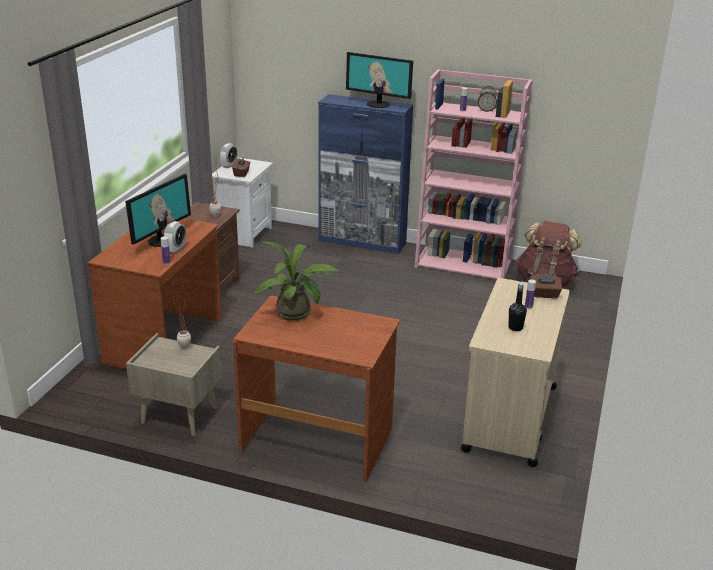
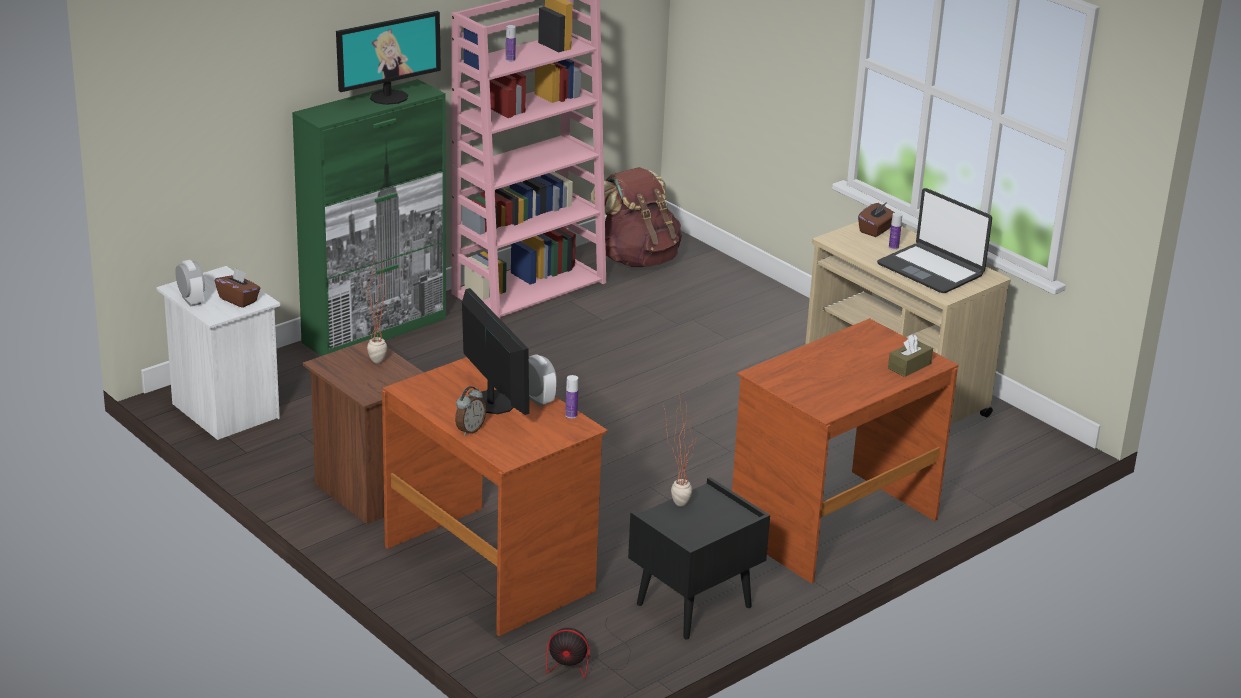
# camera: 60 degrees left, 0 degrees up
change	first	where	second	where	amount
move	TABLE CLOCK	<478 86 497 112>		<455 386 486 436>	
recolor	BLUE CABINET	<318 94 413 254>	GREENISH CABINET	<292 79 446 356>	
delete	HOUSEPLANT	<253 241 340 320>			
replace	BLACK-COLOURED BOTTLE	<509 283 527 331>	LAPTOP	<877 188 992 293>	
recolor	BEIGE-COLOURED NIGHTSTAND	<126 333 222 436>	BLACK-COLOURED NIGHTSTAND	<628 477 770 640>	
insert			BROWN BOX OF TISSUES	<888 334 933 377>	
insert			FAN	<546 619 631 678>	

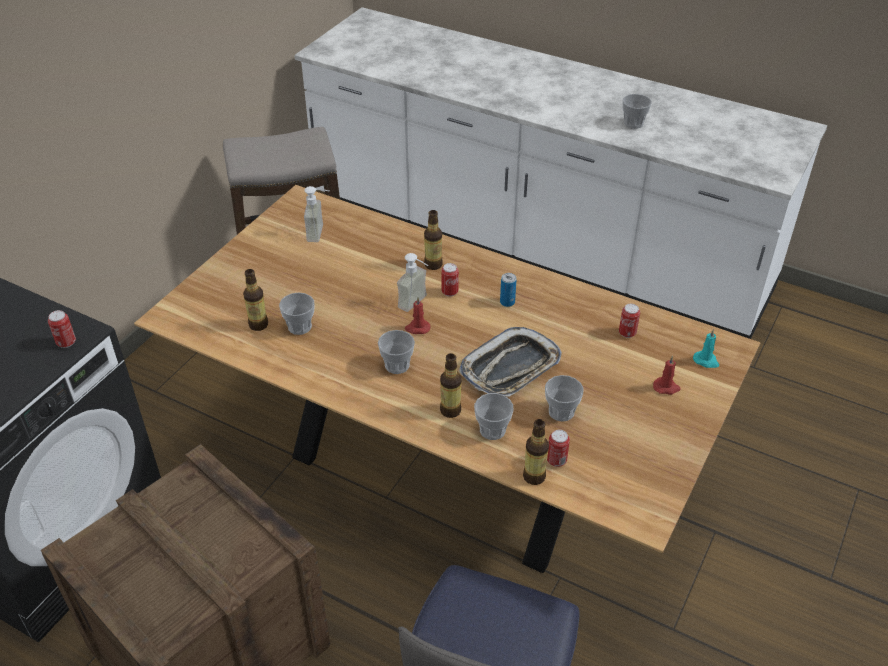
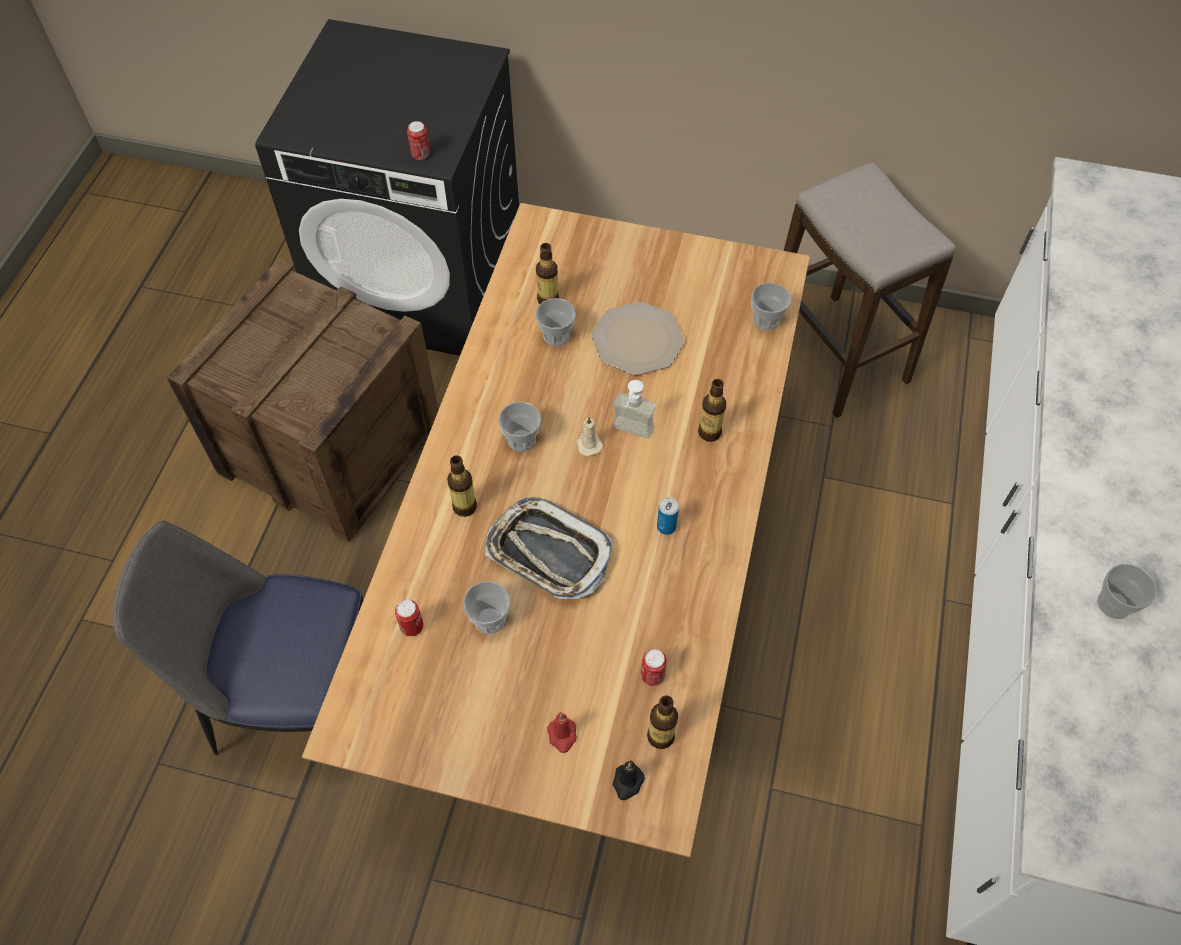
# camera: 75 degrees right, 15 degrees up
change	first	where	second	where	amount
delete	SOAP DISPENSER	<304 186 330 242>			
delete	METAL CAN	<441 263 459 296>			
recolor	RED-COLOURED WAX LIGHT	<405 297 430 334>	BEIGE-COLOURED WAX LIGHT	<576 417 603 456>	
recolor	TURQUOISE WAX LIGHT	<693 329 719 368>	BLACK-COLOURED WAX LIGHT	<613 761 645 800>	
move	SMALL CUP	<474 393 513 440>		<751 282 791 331>	
move	BOTTLE	<523 419 549 485>		<647 695 678 749>	
insert			PLATE	<591 302 685 375>	

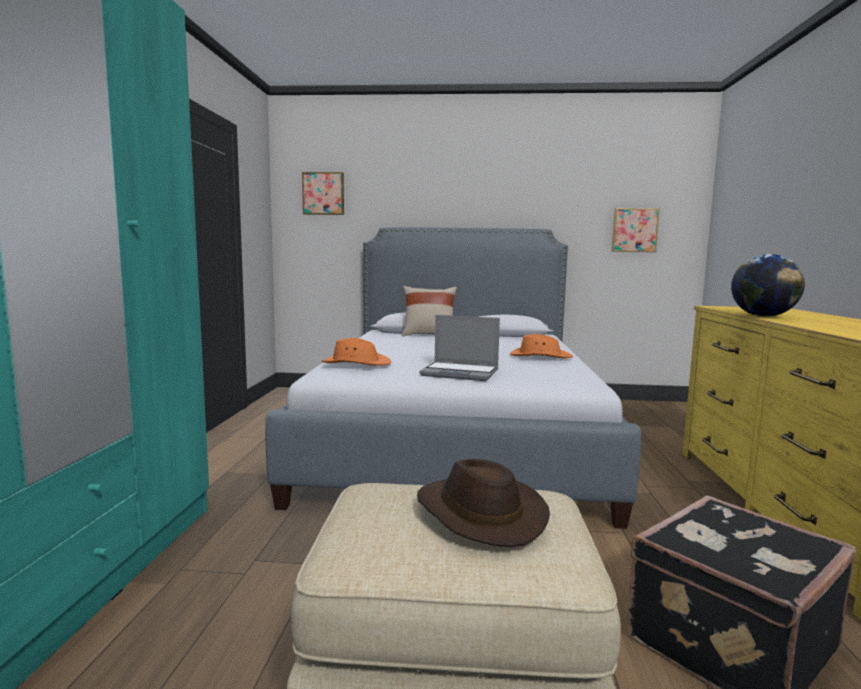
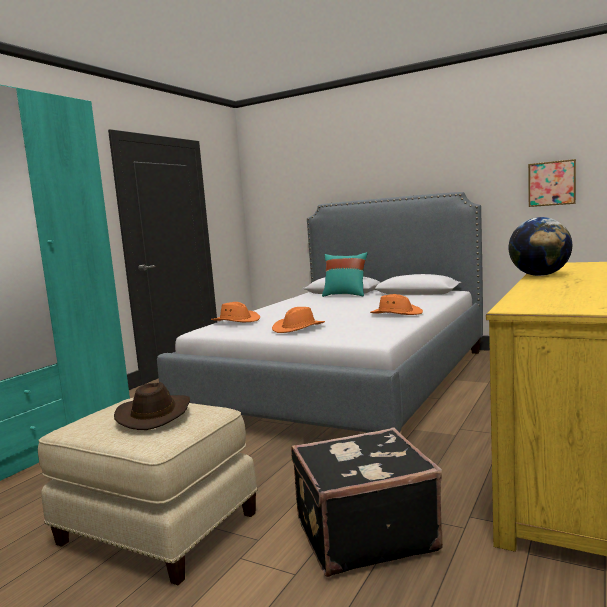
# camera: 25 degrees right, 0 degrees up
change	first	where	second	where	amount
delete	WALL ART	<302 172 344 215>			
recolor	BEIGE-COLOURED PILLOW	<402 286 457 336>	TURQUOISE PILLOW	<322 252 367 297>	
replace	LAPTOP	<419 315 500 381>	ORANGEY WEARABLE HAT	<272 307 325 333>	

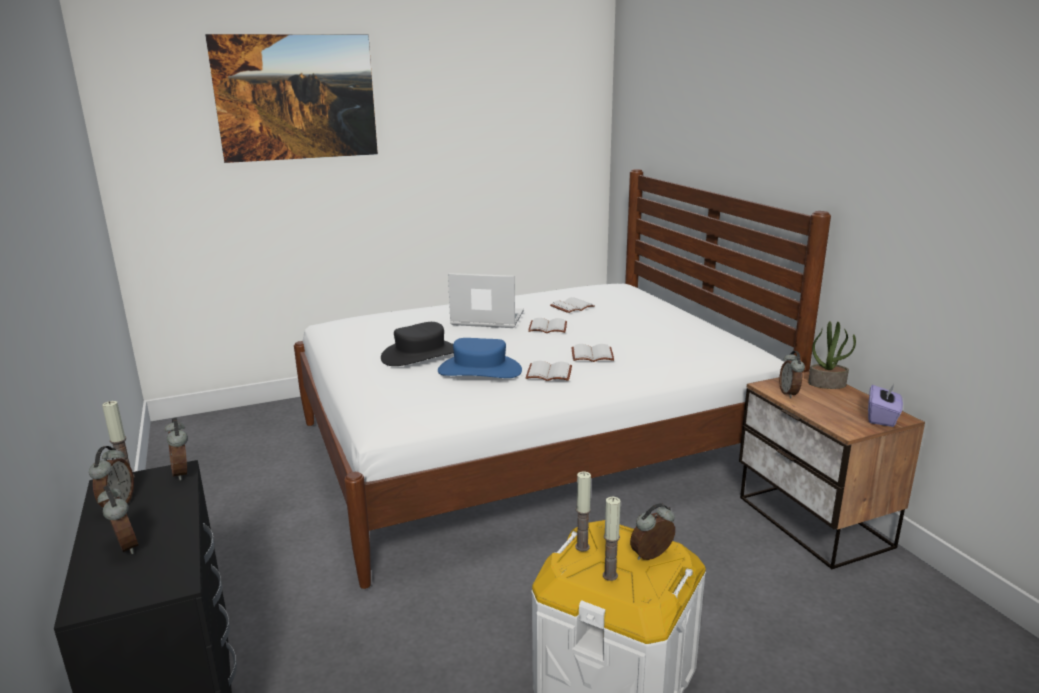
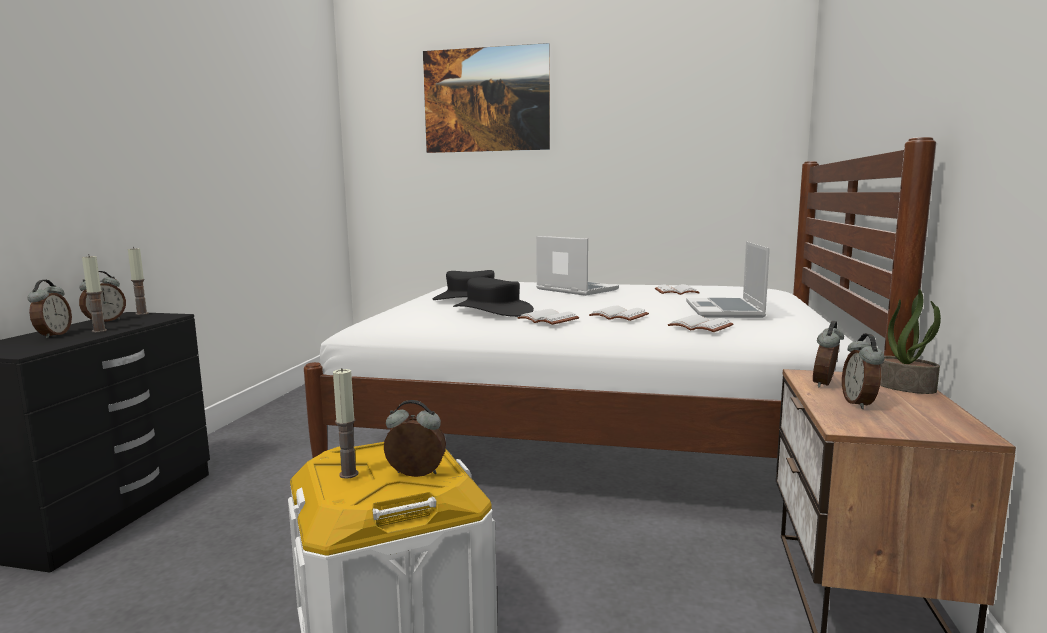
# camera: 35 degrees right, 10 degrees down
change	first	where	second	where	amount
move	WHITE-COLOURED BOUND BOOK	<528 318 567 333>		<668 315 733 332>	
recolor	BLUE WEARABLE HAT	<438 338 522 378>	BLACK-COLOURED WEARABLE HAT	<453 277 534 317>	
delete	PURPLE BOX OF TISSUES	<868 384 903 427>			
move	TABLE CLOCK	<165 418 188 480>		<842 333 885 409>	
move	WAX LIGHT	<575 471 591 552>		<82 254 107 332>	
insert			LAPTOP	<686 242 770 318>	

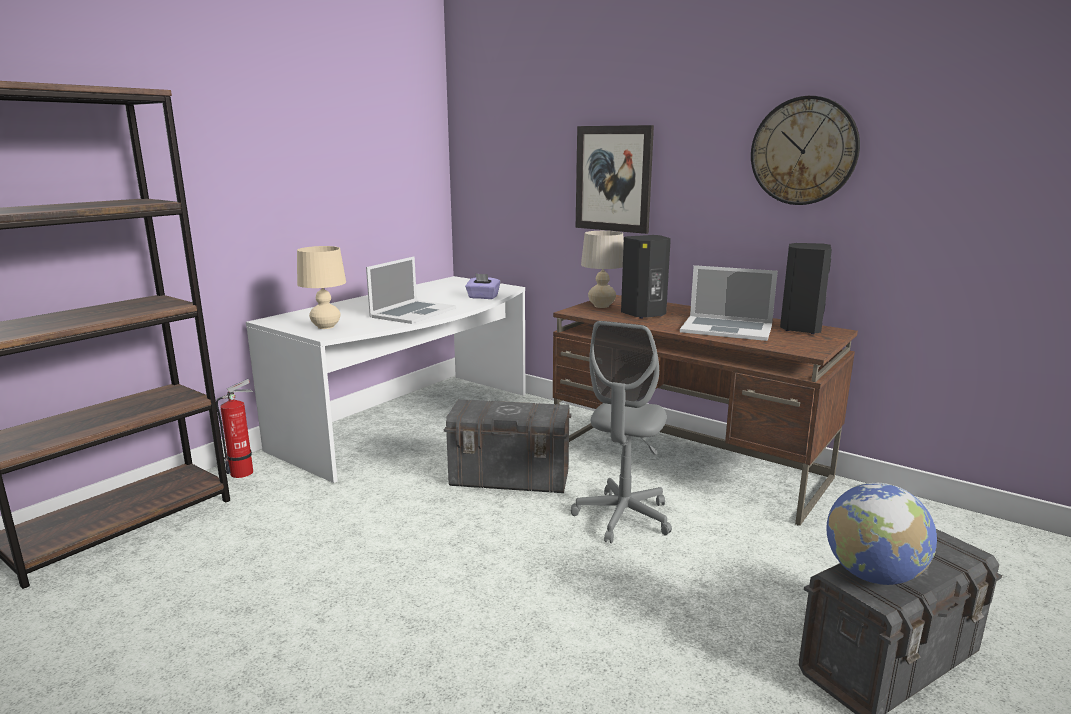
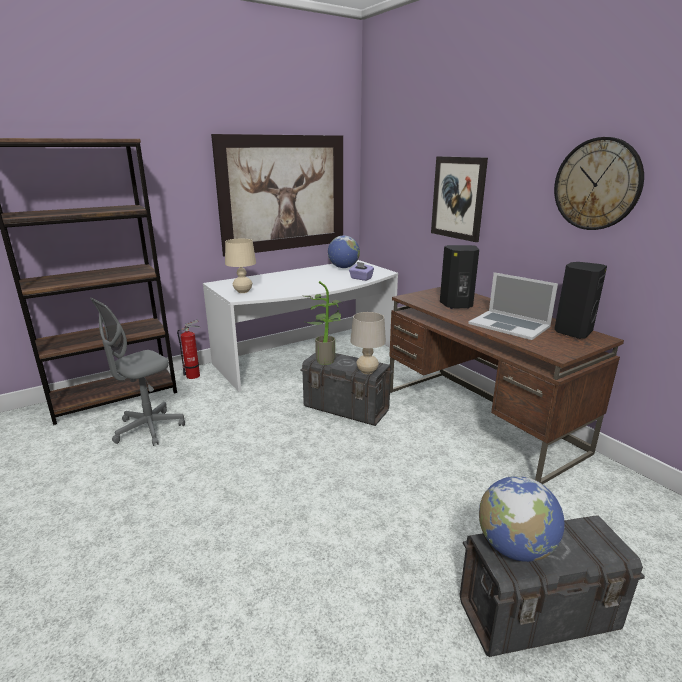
# camera: 20 degrees right, 5 degrees up
change	first	where	second	where	amount
move	BEIGE-COLOURED LAMP FOR A TABLE	<581 231 624 308>		<350 312 386 374>	
delete	LAPTOP	<366 256 456 324>			
move	GREY OFFICE CHAIR	<571 321 672 544>		<90 298 185 446>	
insert			WALL ART	<211 134 343 257>	
insert			DESK GLOBE	<328 235 360 268>	
insert			HOUSEPLANT	<301 281 342 365>	

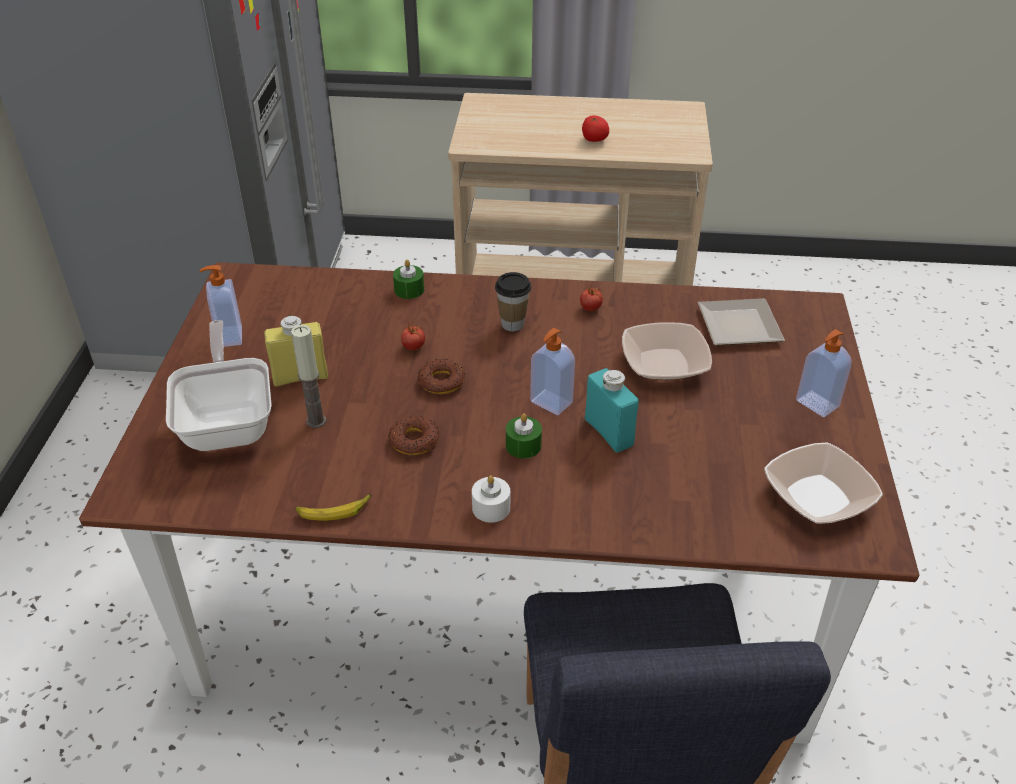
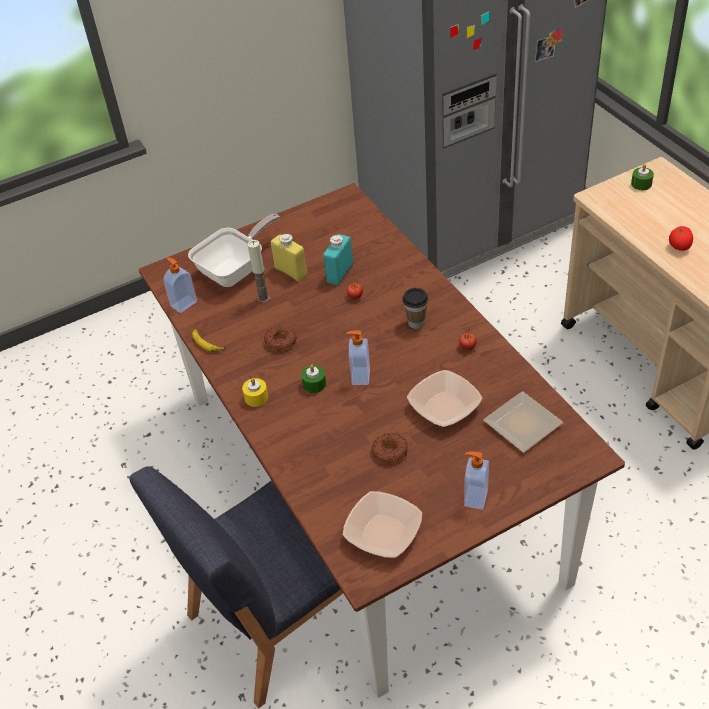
# camera: 60 degrees right, 5 degrees up
change	first	where	second	where	amount
move	GREENISH WAX LIGHT	<393 260 424 299>		<631 164 654 190>	
move	SOAP DISPENSER	<200 265 242 347>		<163 257 197 313>	
move	RING DOUGHNUT	<418 359 465 394>		<372 433 408 463>	
move	TURQUOISE BOTTLE	<585 368 639 453>		<323 234 353 285>	
recolor	WHITE-COLOURED WAX LIGHT	<472 475 510 523>	YELLOWISH WAX LIGHT	<242 378 268 407>	

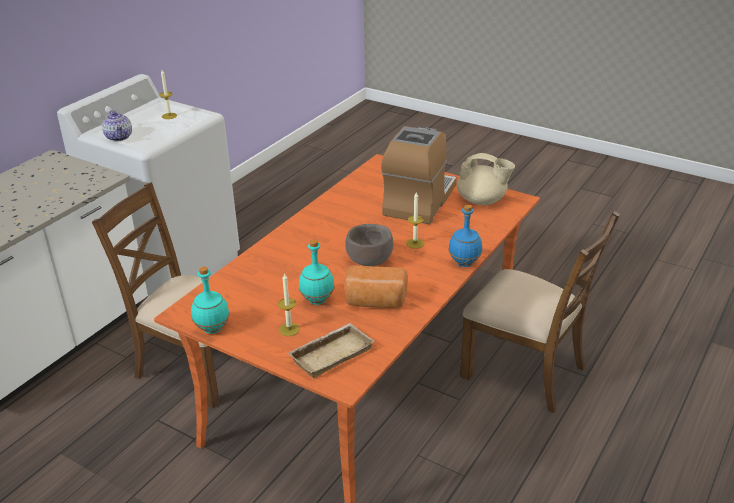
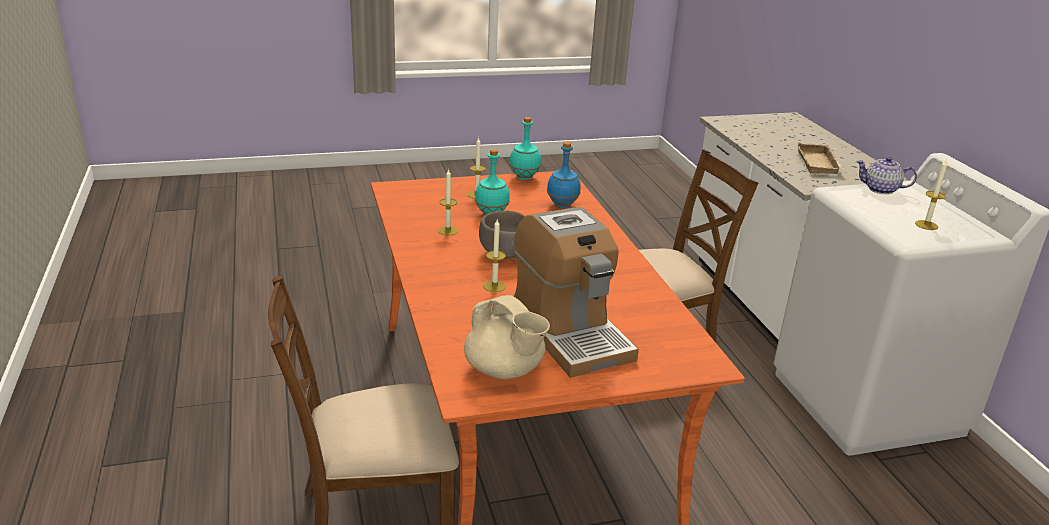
# camera: 130 degrees right, 5 degrees down
change	first	where	second	where	amount
rotate	BEIGE-COLOURED POT FOR TEA	<457 153 515 205>		<464 295 550 379>	105 degrees counterclockwise
move	BLUE BOTTLE	<448 205 482 267>		<547 142 581 208>	
replace	BAKED BREAD	<345 266 408 308>	WAX LIGHT	<438 169 458 236>	
move	BEIGE-COLOURED CARRYING TRAY	<288 323 375 378>		<797 142 844 174>	

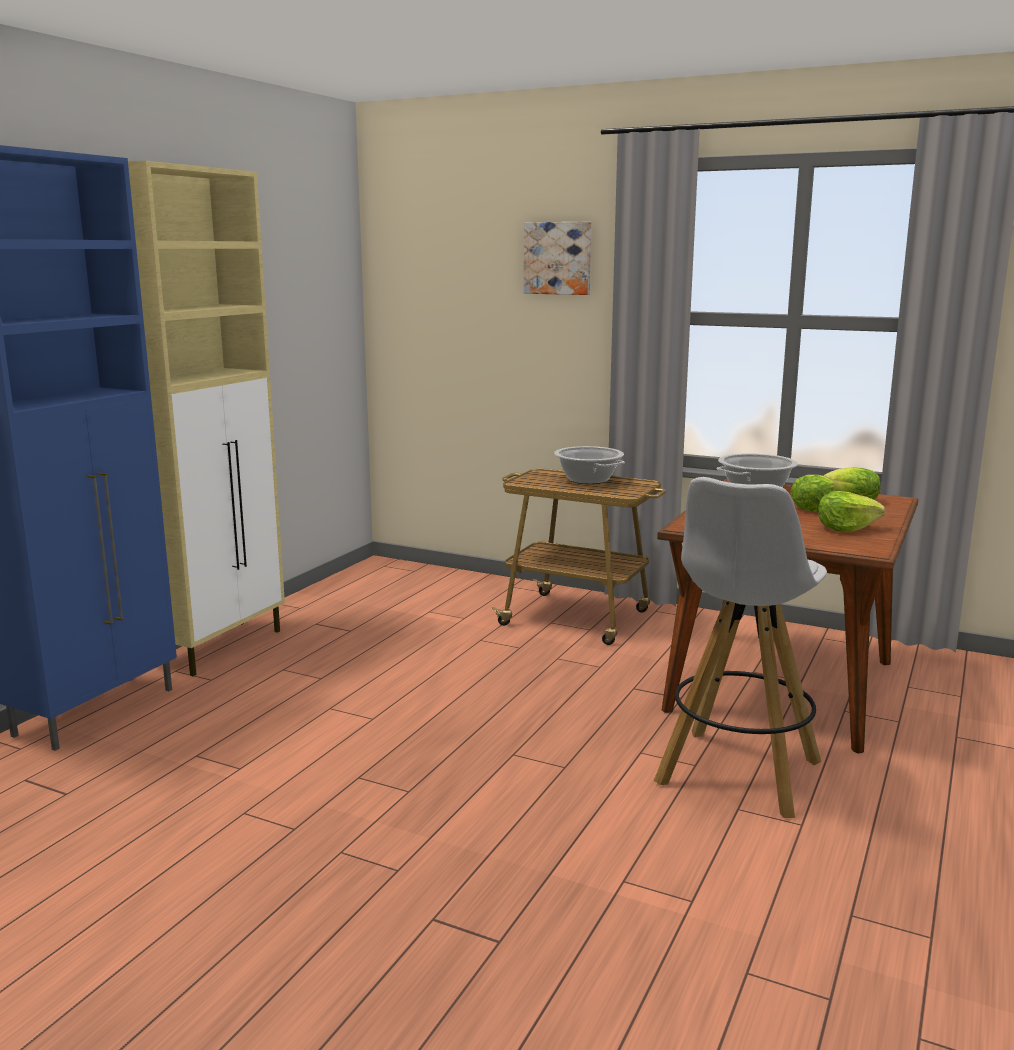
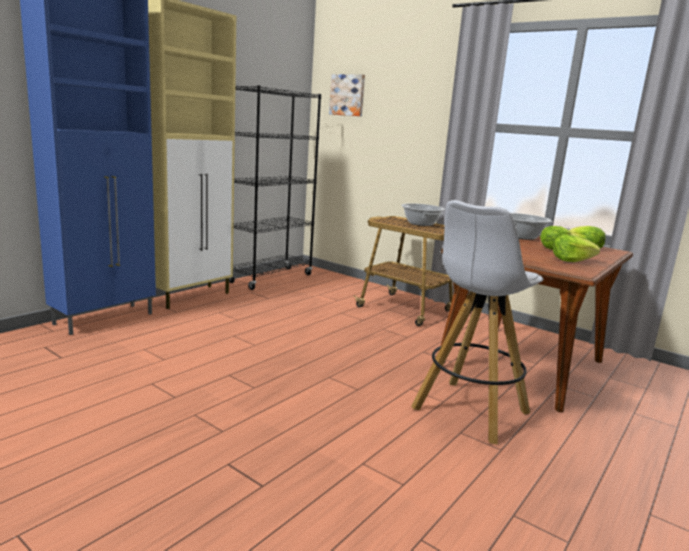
# camera: 10 degrees right, 0 degrees up
change	first	where	second	where	amount
move	WALL ART	<524 222 591 295>		<329 74 365 116>	
insert			BLACK-COLOURED BOOKCASE	<229 85 321 290>	

